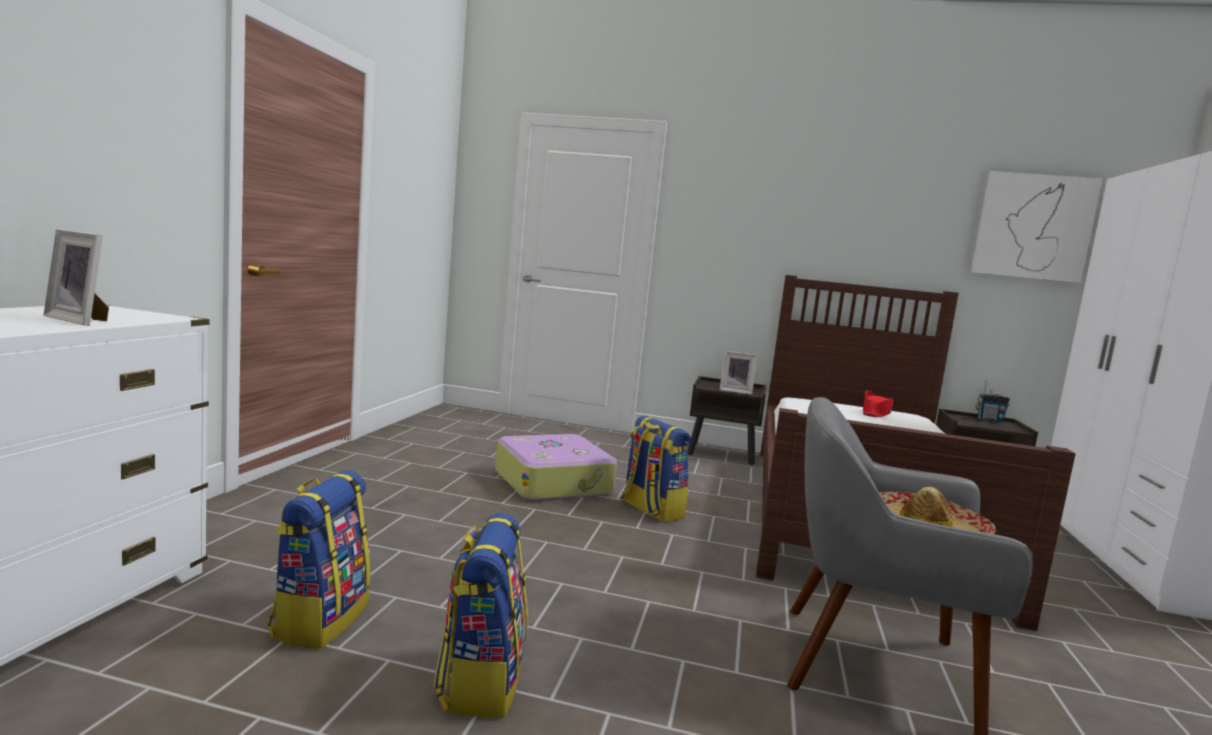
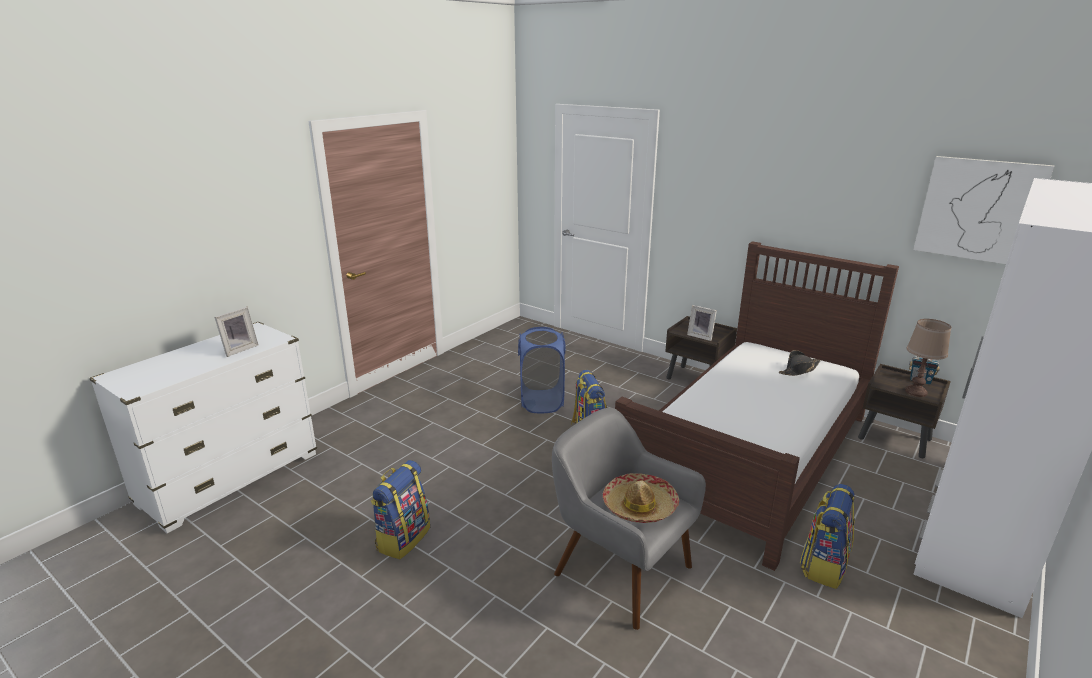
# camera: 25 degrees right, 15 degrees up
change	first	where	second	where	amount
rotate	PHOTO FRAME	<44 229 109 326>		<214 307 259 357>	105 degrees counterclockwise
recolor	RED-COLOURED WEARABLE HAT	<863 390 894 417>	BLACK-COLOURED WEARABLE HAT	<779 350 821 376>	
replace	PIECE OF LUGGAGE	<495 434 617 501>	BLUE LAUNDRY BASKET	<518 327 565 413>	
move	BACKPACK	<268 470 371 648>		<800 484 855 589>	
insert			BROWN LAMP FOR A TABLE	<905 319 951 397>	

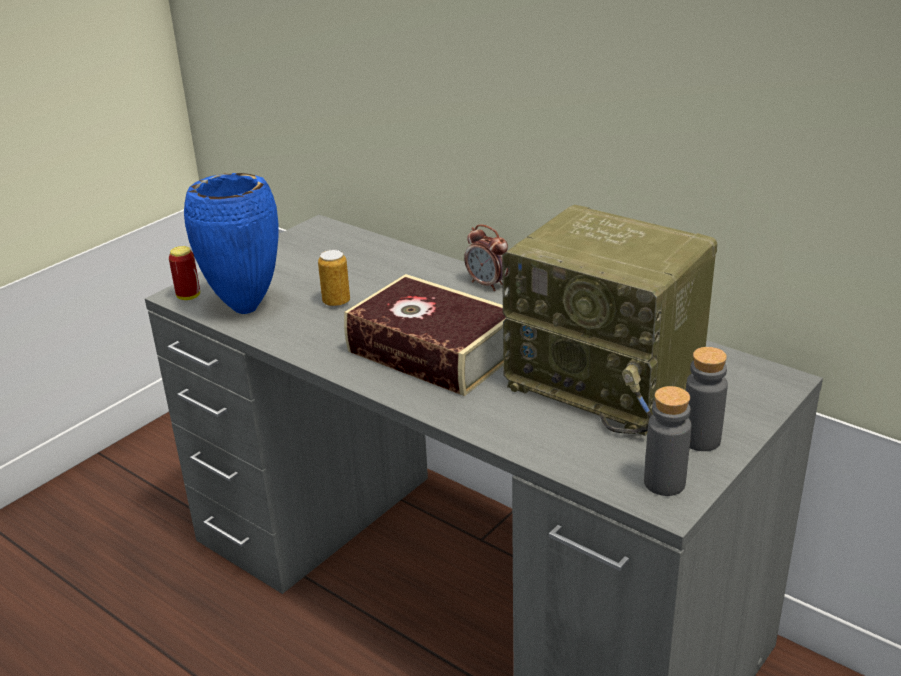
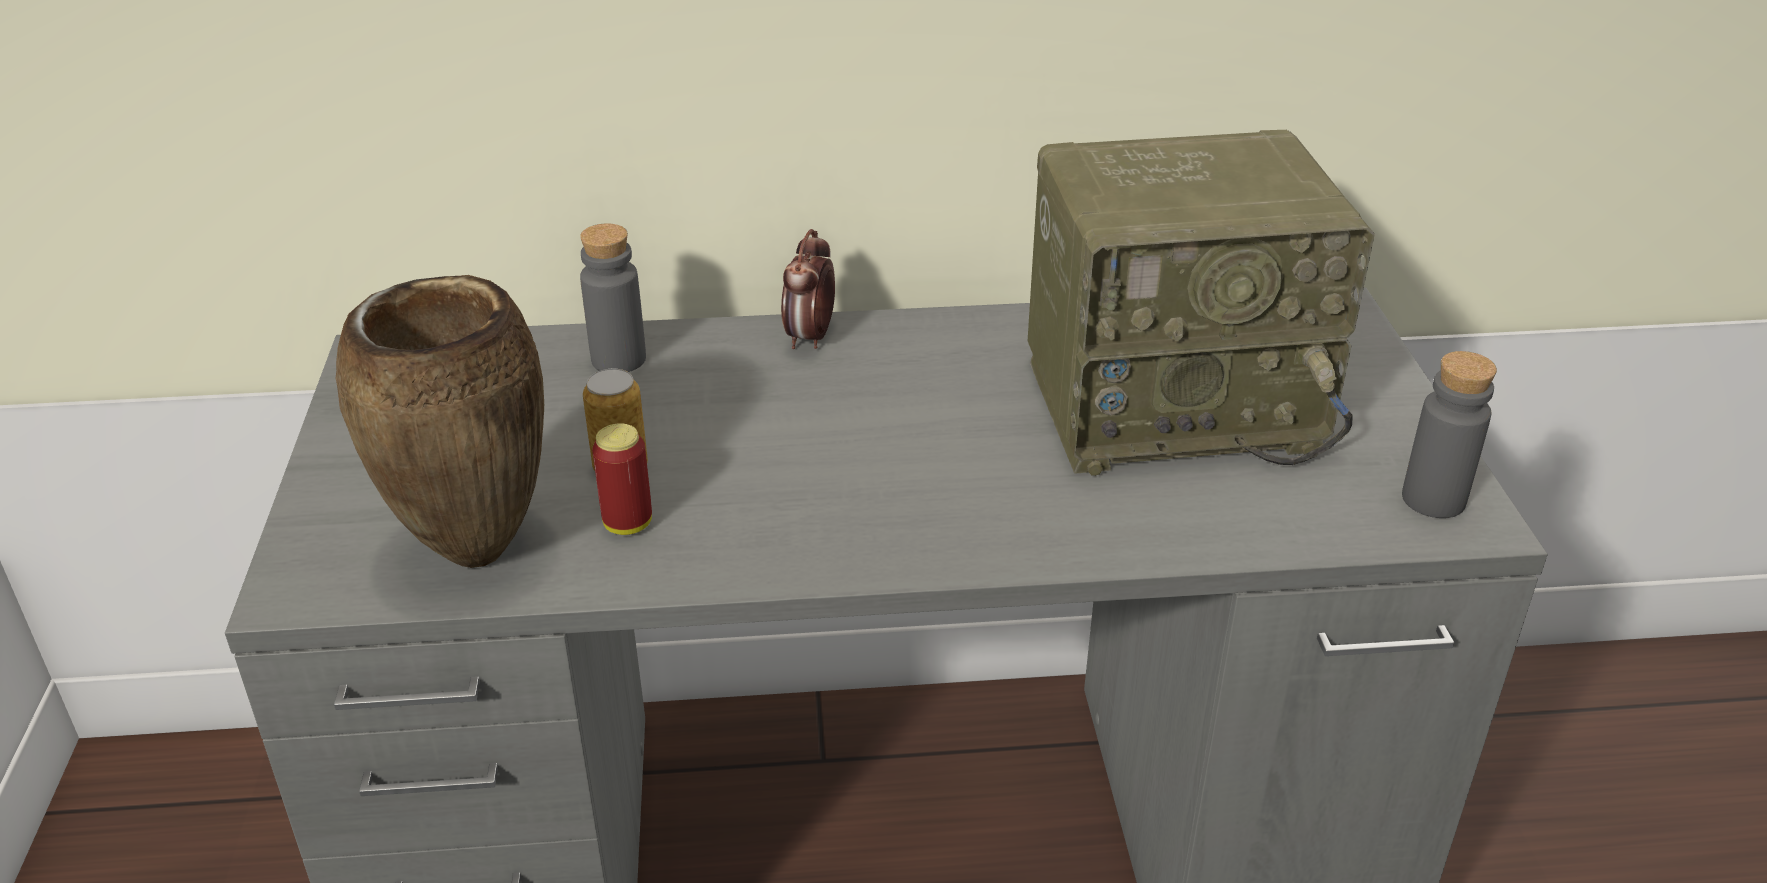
# camera: 45 degrees left, 5 degrees up
change	first	where	second	where	amount
recolor	BLUE FLOWER VASE	<184 173 279 314>	BROWN FLOWER VASE	<336 275 544 568>	
rotate	TABLE CLOCK	<464 224 508 291>		<781 229 835 349>	105 degrees clockwise
move	METAL CAN	<169 246 200 300>		<592 423 652 535>	
delete	BOUND BOOK	<344 274 509 396>			
move	GREY BOTTLE	<686 347 728 451>		<580 223 646 372>	

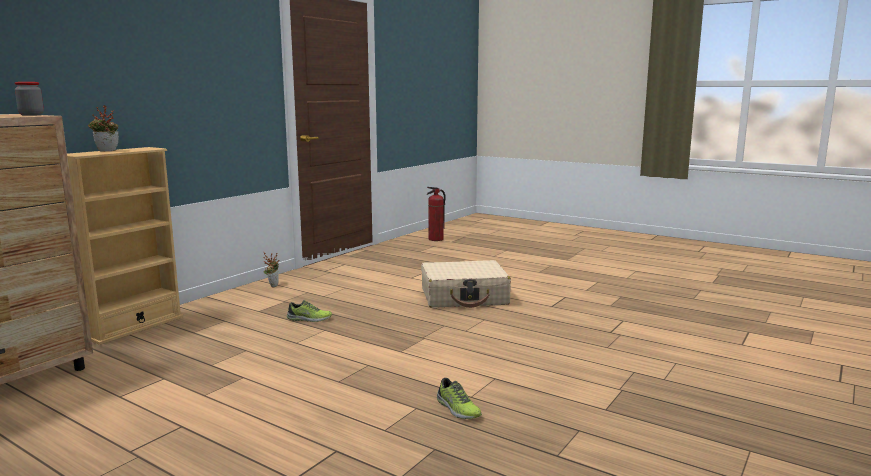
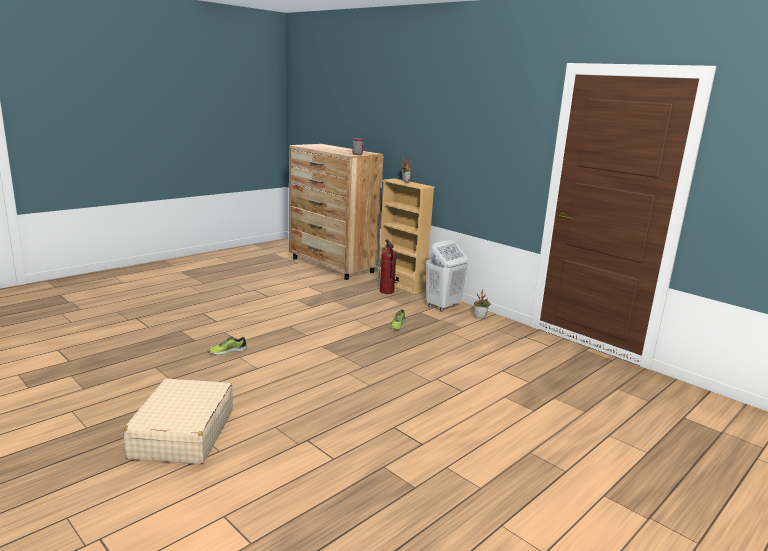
# camera: 100 degrees right, 5 degrees up
change	first	where	second	where	amount
move	EXTINGUISHER	<427 187 446 241>		<380 240 396 294>	
move	BEIGE-COLOURED PIECE OF LUGGAGE	<421 260 511 308>		<124 378 233 464>	
insert			WHITE-COLOURED LAUNDRY BASKET	<426 240 469 312>	

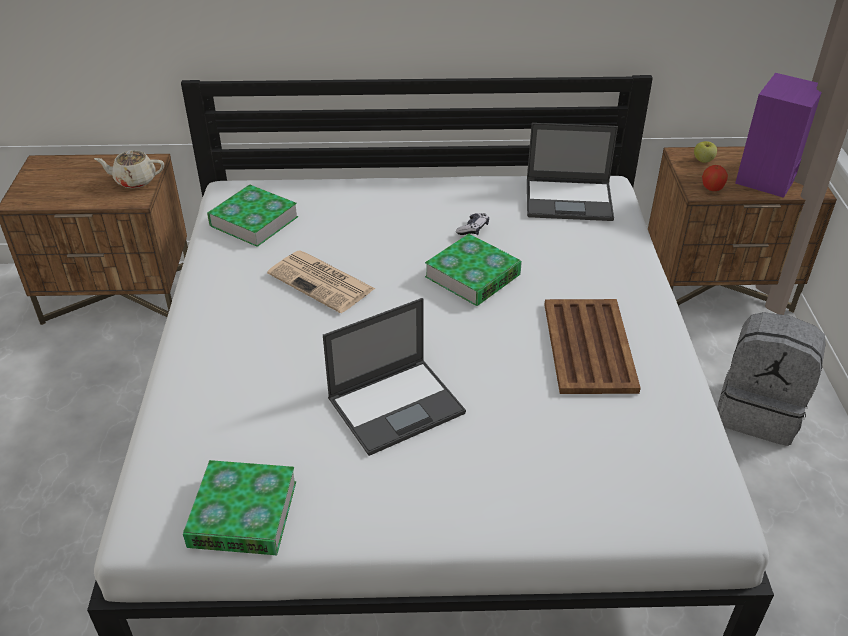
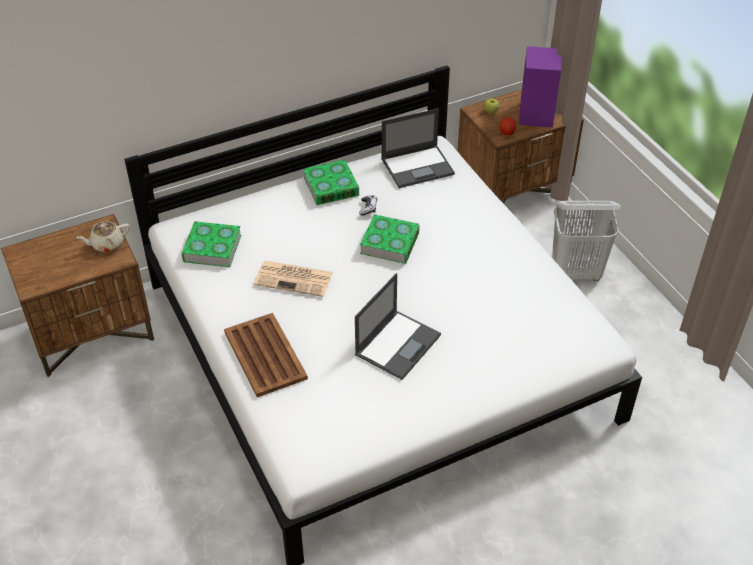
# camera: 25 degrees left, 5 degrees up
change	first	where	second	where	amount
move	BROWN CARRYING TRAY	<544 299 641 394>		<224 313 308 397>	
replace	GREY BACKPACK	<717 312 826 446>	WHITE-COLOURED LAUNDRY BASKET	<552 201 621 281>	
move	BOUND BOOK	<183 460 296 555>		<303 160 359 205>	

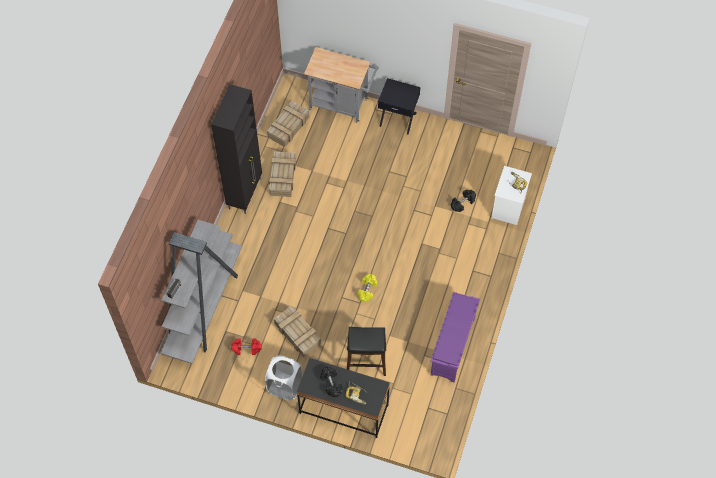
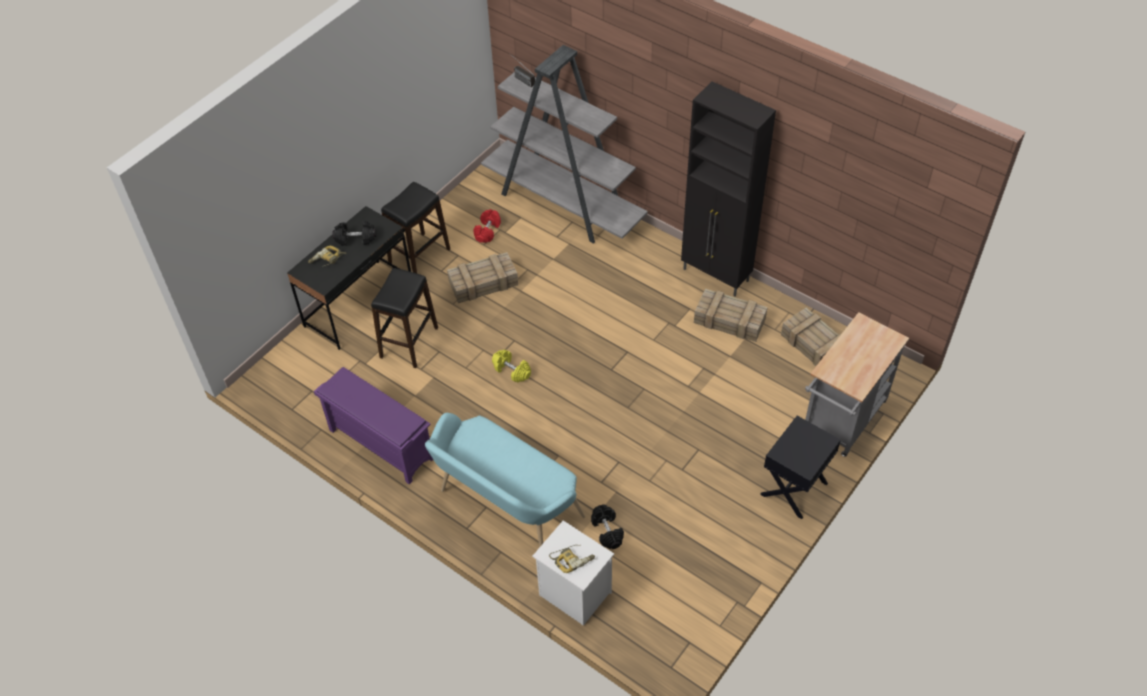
# camera: 110 degrees right, 10 degrees down
change	first	where	second	where	amount
replace	WHITE-COLOURED LAUNDRY BASKET	<265 355 303 401>	BLACK-COLOURED SITTING STOOL	<381 182 450 273>	
insert			TURQUOISE BENCH	<425 413 585 547>	

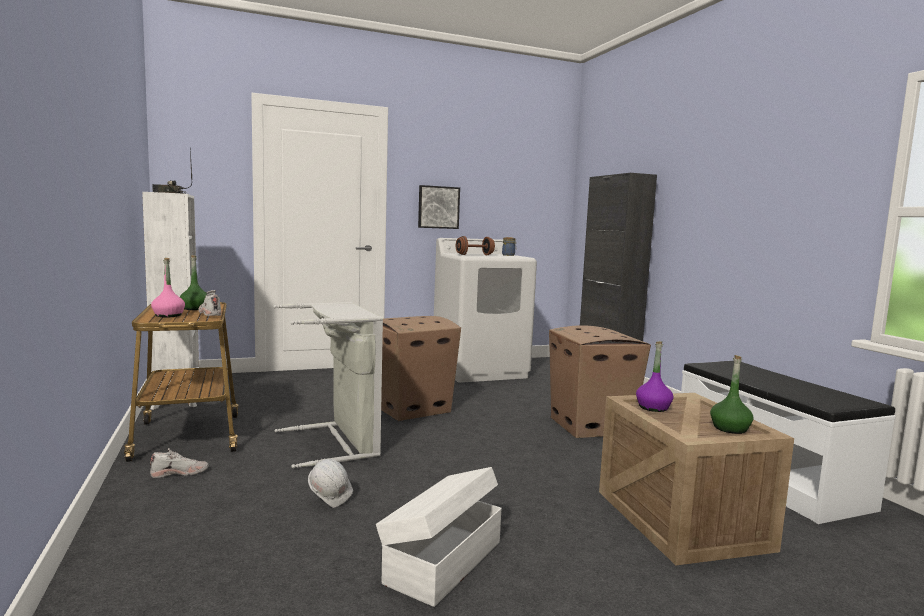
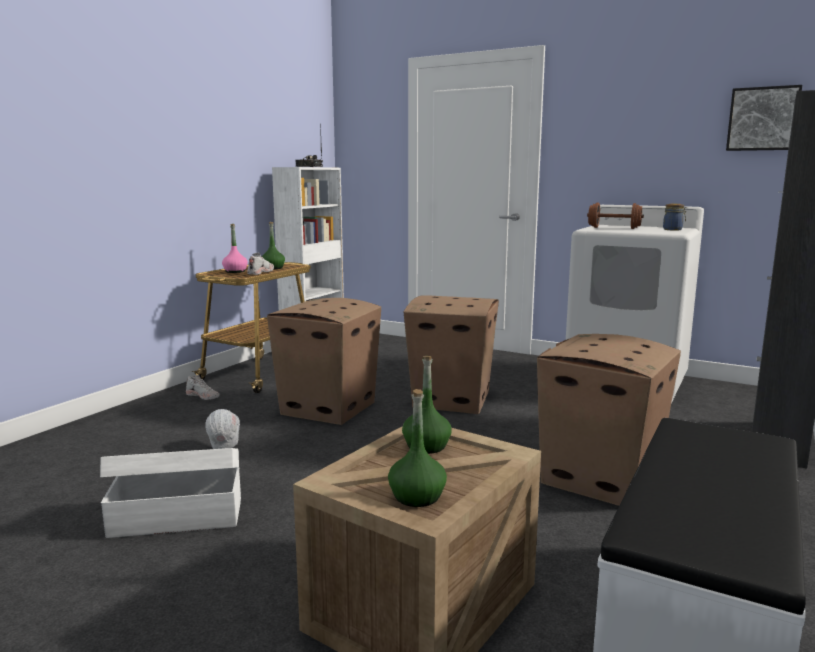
# camera: 50 degrees right, 5 degrees up
change	first	where	second	where	amount
move	WALL ART	<418 185 460 229>		<726 85 802 151>	
replace	GREY LAUNDRY BASKET	<273 302 383 468>	CARDBOARD BOX	<267 298 381 425>	
recolor	PURPLE BOTTLE	<636 341 674 412>	GREENISH BOTTLE	<402 356 452 454>	

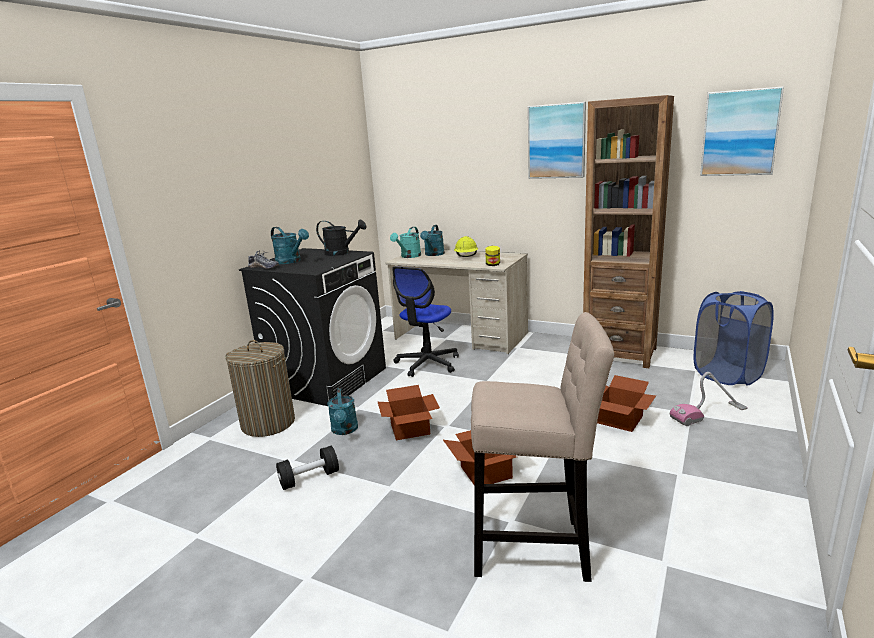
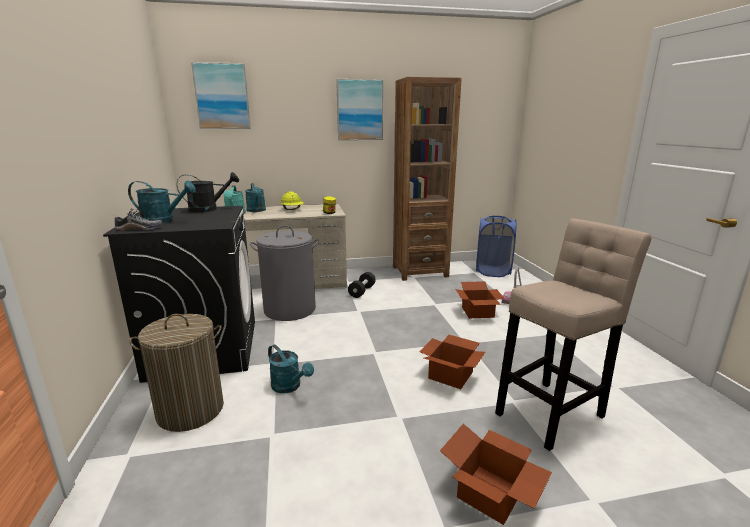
# camera: 40 degrees left, 0 degrees up
change	first	where	second	where	amount
move	WALL ART	<700 86 784 176>		<191 62 251 129>	
replace	OFFICE CHAIR	<392 266 459 377>	GREY LAUNDRY BASKET	<250 225 319 321>	
move	CARDBOARD BOX	<378 385 440 440>		<440 424 552 525>	
move	BLACK-COLOURED DUMBBELL	<276 446 339 490>		<348 272 376 298>	

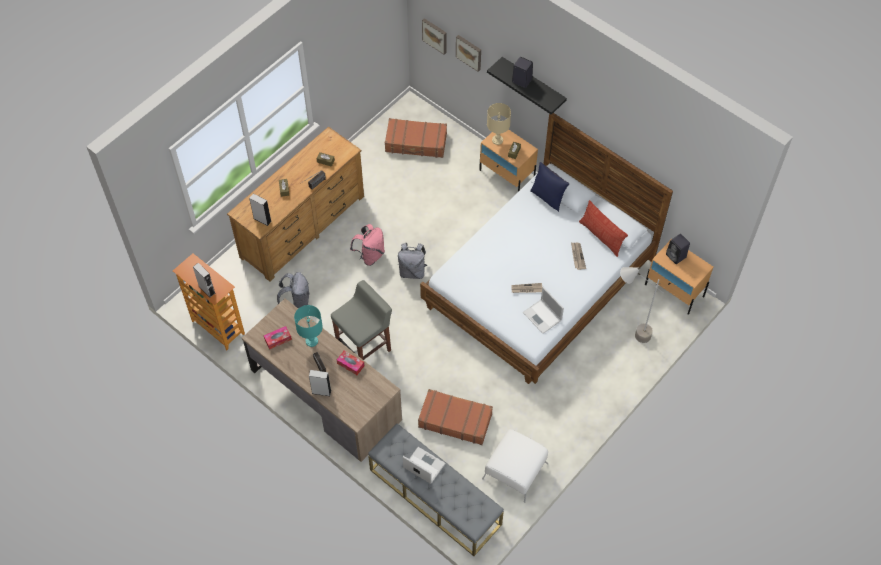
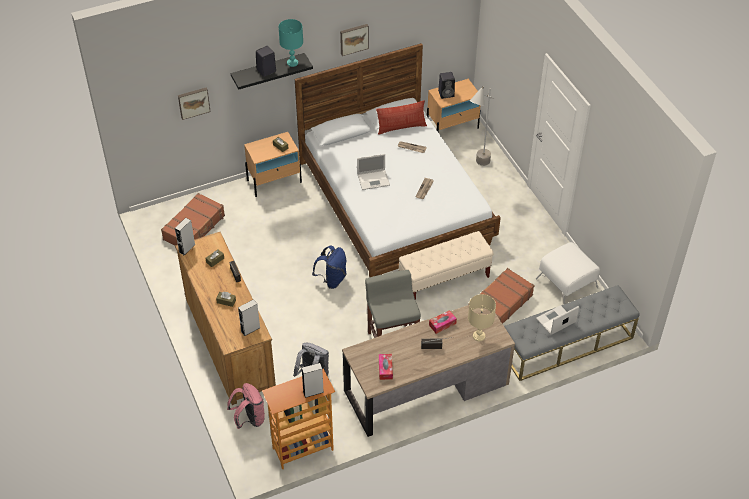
# camera: 65 degrees left, 10 degrees down
change	first	where	second	where	amount
move	WALL ART	<422 18 447 55>		<340 24 369 56>	
move	BEIGE-COLOURED LAMP FOR A TABLE	<487 103 511 145>		<468 294 496 341>	
delete	BLUE PILLOW	<530 162 569 212>			
move	PINK BACKPACK	<350 224 385 266>		<227 383 265 429>	
recolor	GREY BACKPACK	<397 243 427 279>	BLUE BACKPACK	<312 245 347 289>	
move	LAPTOP	<523 287 564 334>		<357 154 390 190>	
move	TURQUOISE LAMP FOR A TABLE	<294 305 323 347>		<279 19 303 67>	
move	GREY LOUDSPEAKER	<309 370 331 396>		<175 218 195 255>	
insert			BEIGE-COLOURED BENCH	<399 231 494 300>	

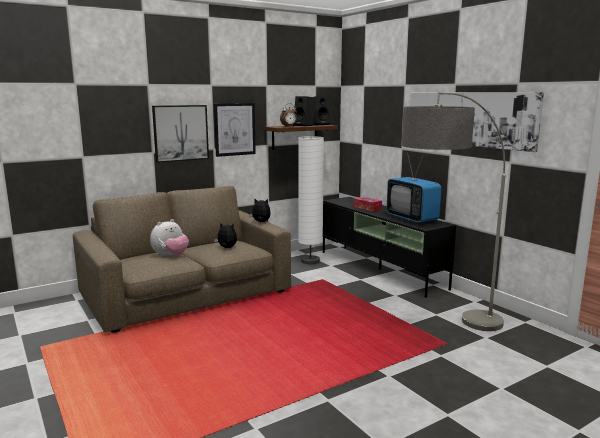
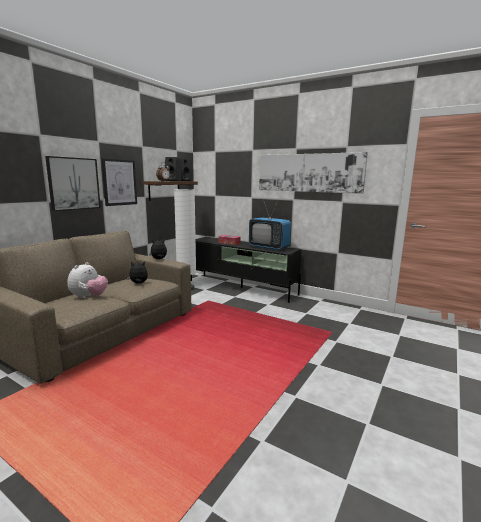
# camera: 25 degrees left, 0 degrees up
change	first	where	second	where	amount
delete	STANDARD LAMP	<402 92 506 331>			

